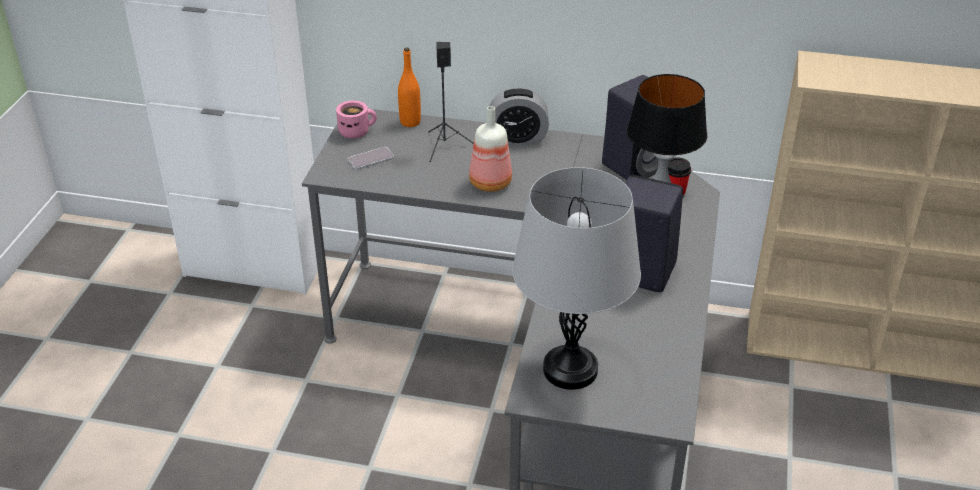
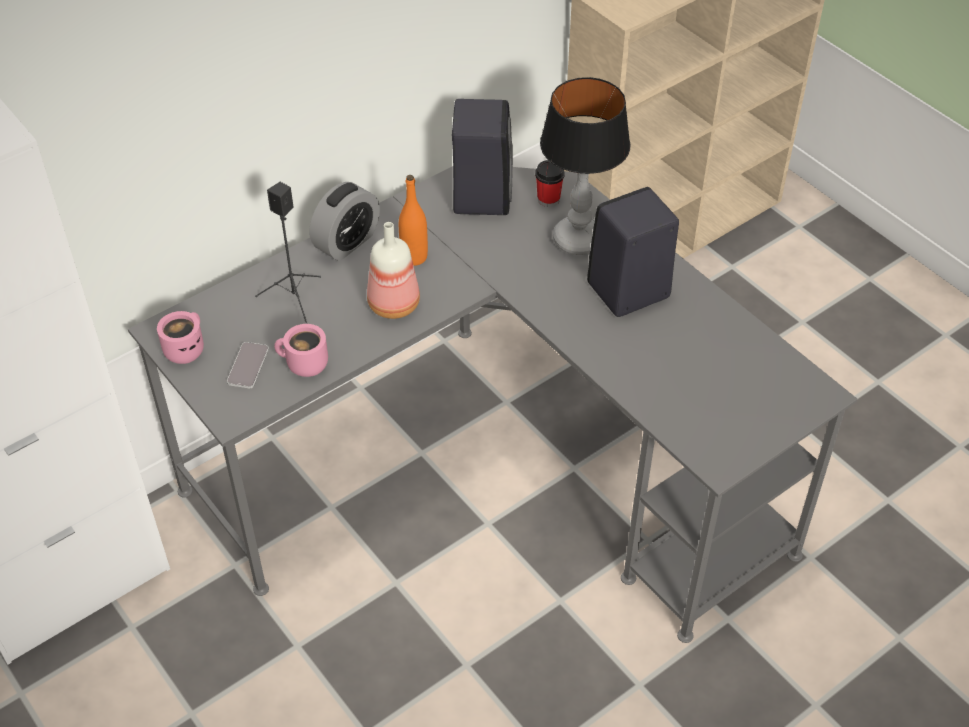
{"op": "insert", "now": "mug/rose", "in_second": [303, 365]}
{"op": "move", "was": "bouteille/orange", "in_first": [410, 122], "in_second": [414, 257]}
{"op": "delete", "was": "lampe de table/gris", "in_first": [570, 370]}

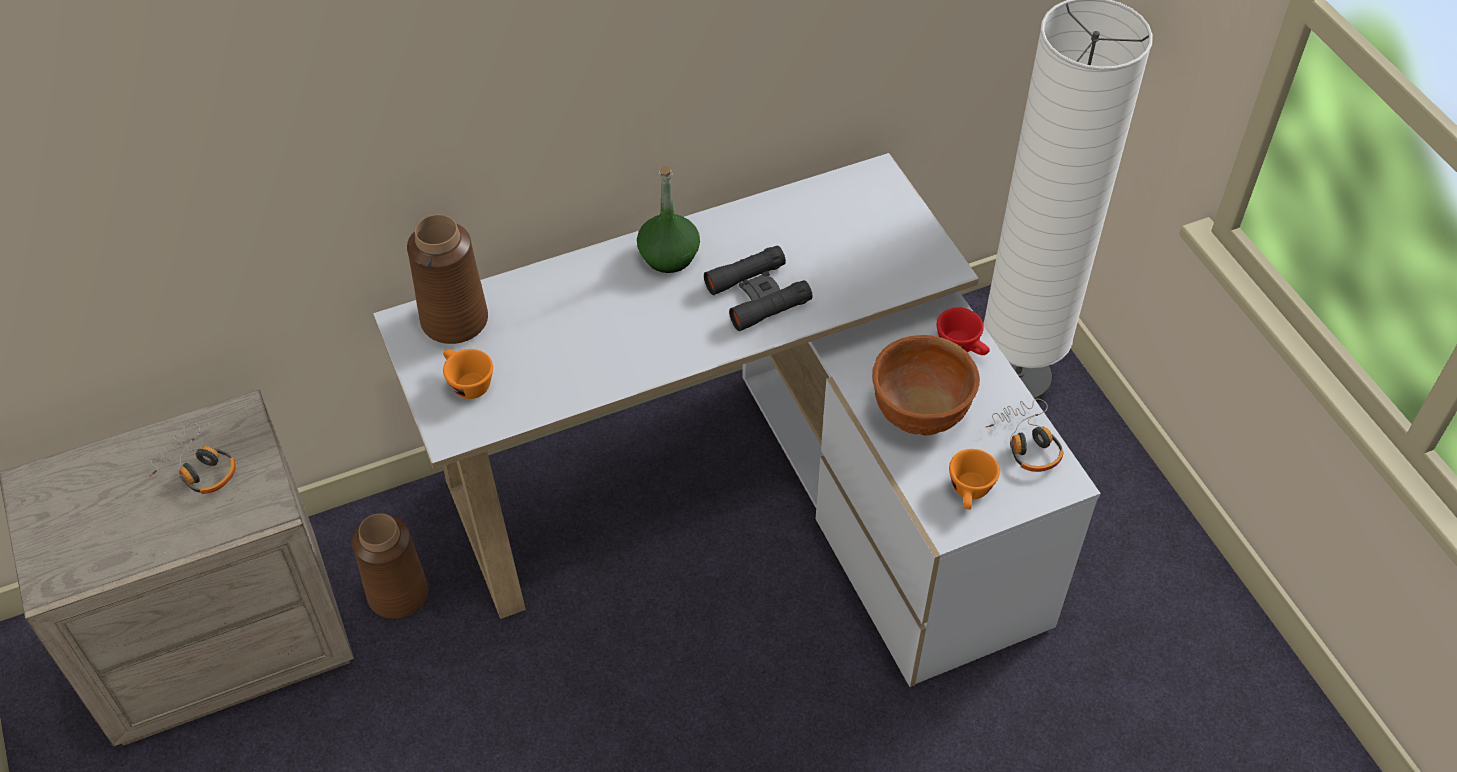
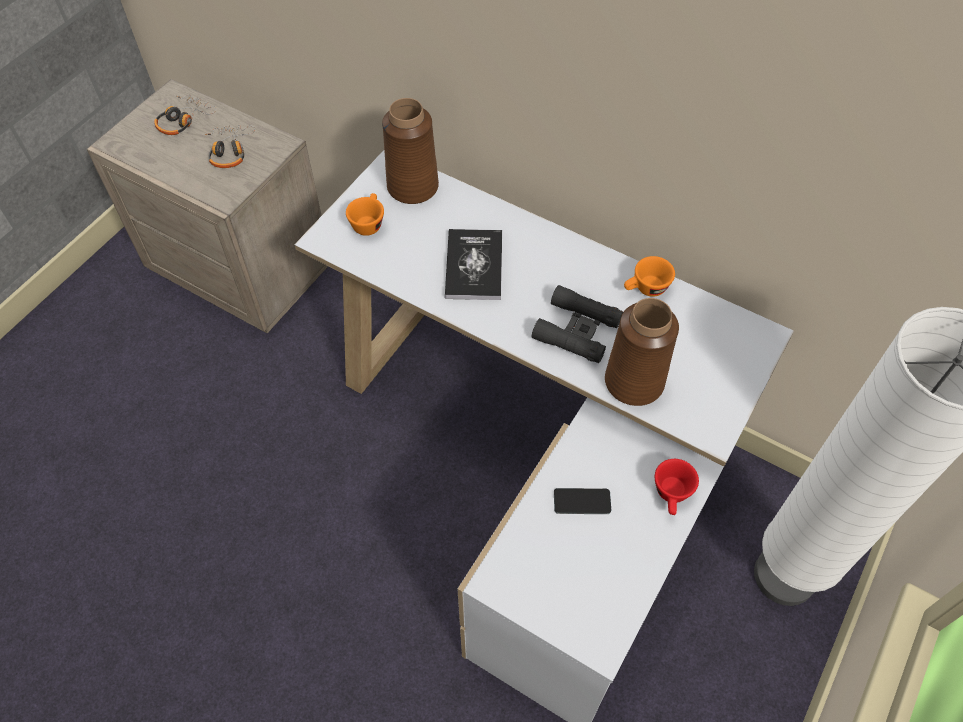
{"op": "move", "was": "casque audio", "in_first": [1027, 442], "in_second": [183, 120]}
{"op": "insert", "now": "livre", "in_second": [474, 265]}
{"op": "replace", "was": "bol/marron", "now": "téléphone", "in_first": [918, 413], "in_second": [582, 501]}
{"op": "move", "was": "vase/marron", "in_first": [398, 594], "in_second": [633, 382]}
{"op": "move", "was": "tasse/orange", "in_first": [970, 493], "in_second": [646, 289]}
{"op": "delete", "was": "bouteille/vert", "in_first": [669, 256]}

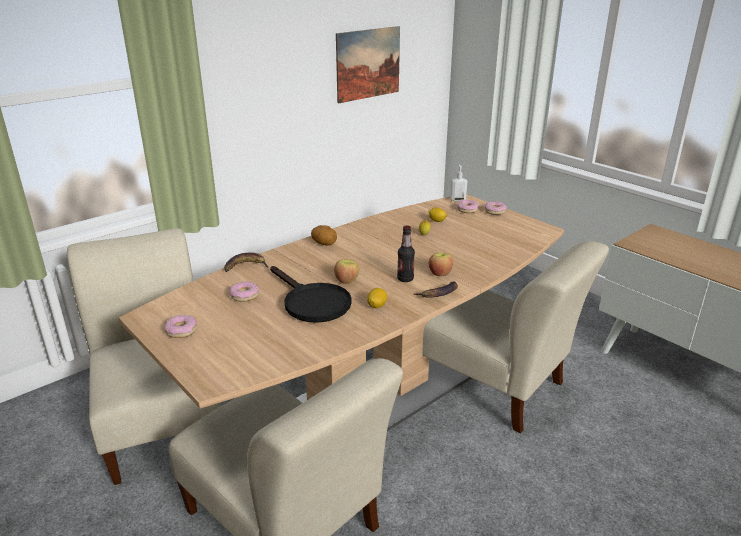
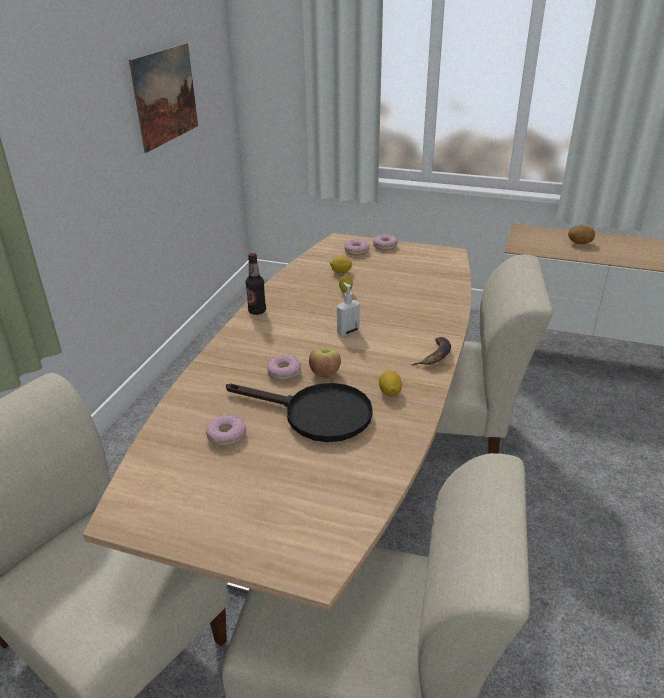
{"op": "move", "was": "bouteille", "in_first": [405, 279], "in_second": [257, 311]}
{"op": "move", "was": "beignet", "in_first": [181, 331], "in_second": [284, 372]}
{"op": "move", "was": "distributeur de savon", "in_first": [458, 200], "in_second": [347, 331]}
{"op": "move", "was": "pomme de terre", "in_first": [324, 244], "in_second": [579, 243]}
{"op": "delete", "was": "banane", "in_first": [245, 266]}
{"op": "delete", "was": "pomme", "in_first": [440, 273]}

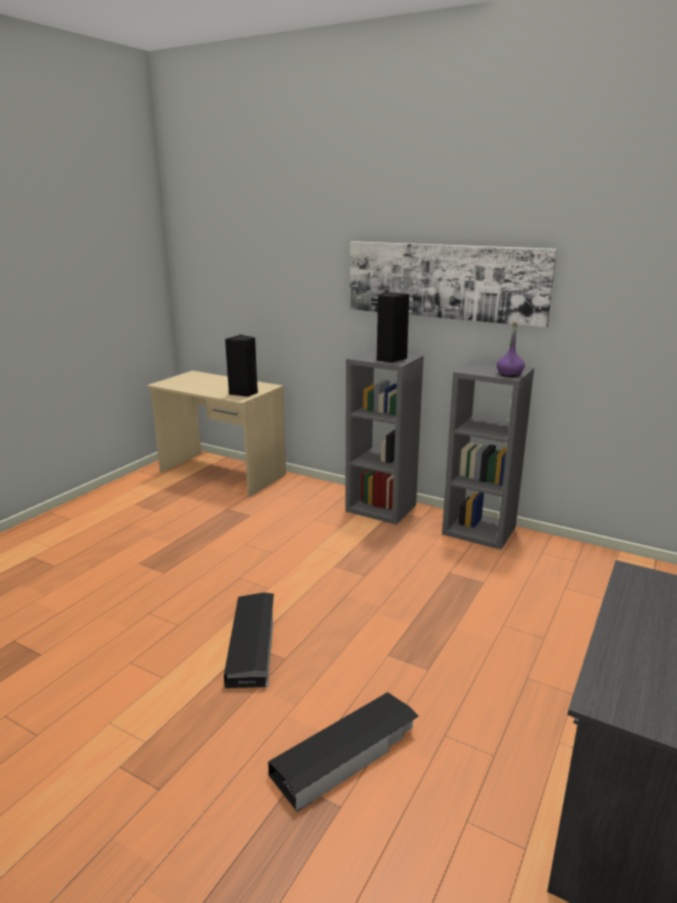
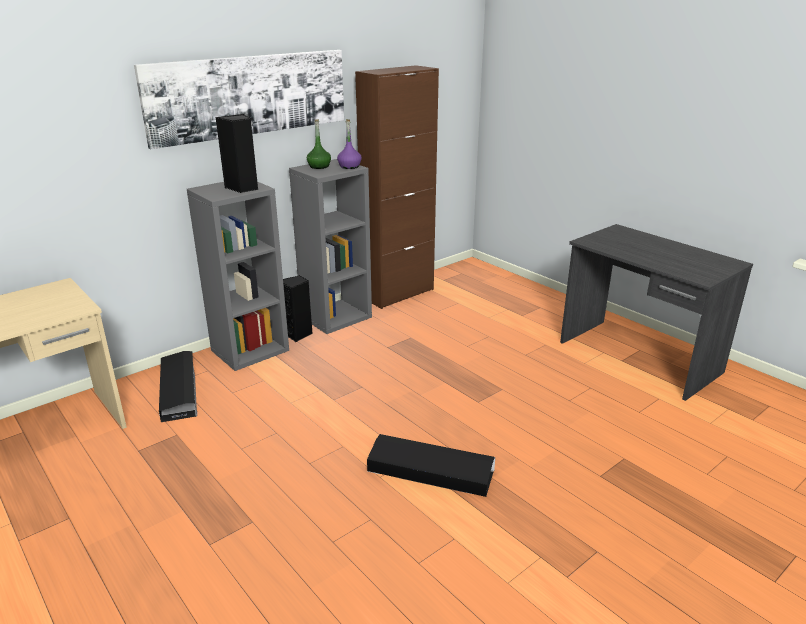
{"op": "move", "was": "boîte de rangement/noir", "in_first": [346, 754], "in_second": [179, 390]}
{"op": "move", "was": "enceinte/noir", "in_first": [244, 393], "in_second": [298, 334]}
{"op": "insert", "now": "bouteille/vert", "in_second": [319, 166]}
{"op": "insert", "now": "meuble de rangement/marron", "in_second": [398, 294]}

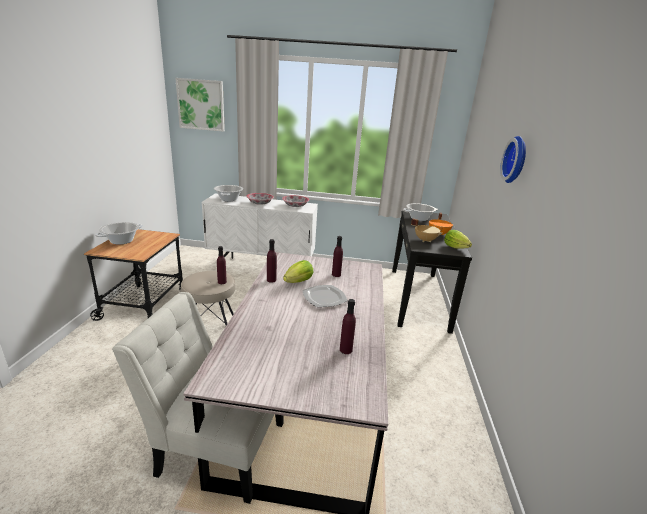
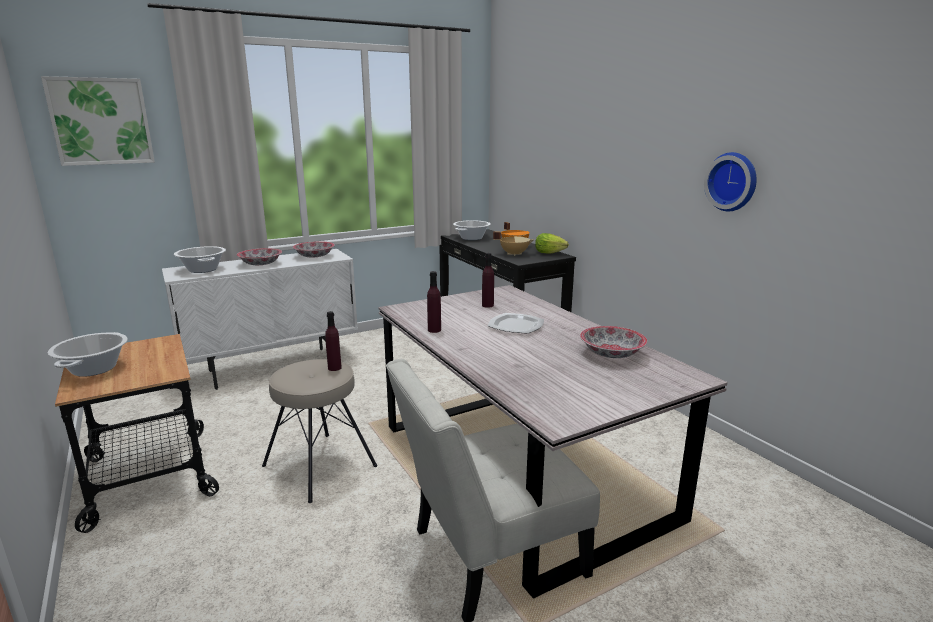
{"op": "replace", "was": "bouteille/violet", "now": "bol", "in_first": [345, 350], "in_second": [612, 353]}
{"op": "move", "was": "horloge murale", "in_first": [517, 160], "in_second": [733, 181]}
{"op": "delete", "was": "laitue", "in_first": [298, 282]}

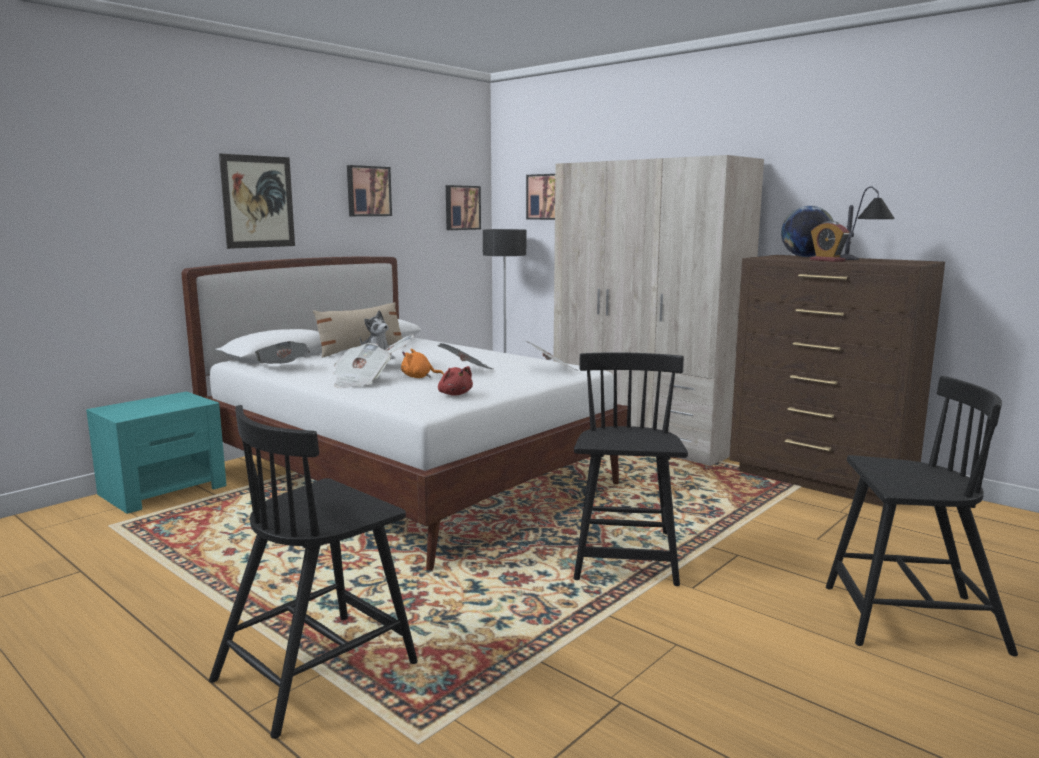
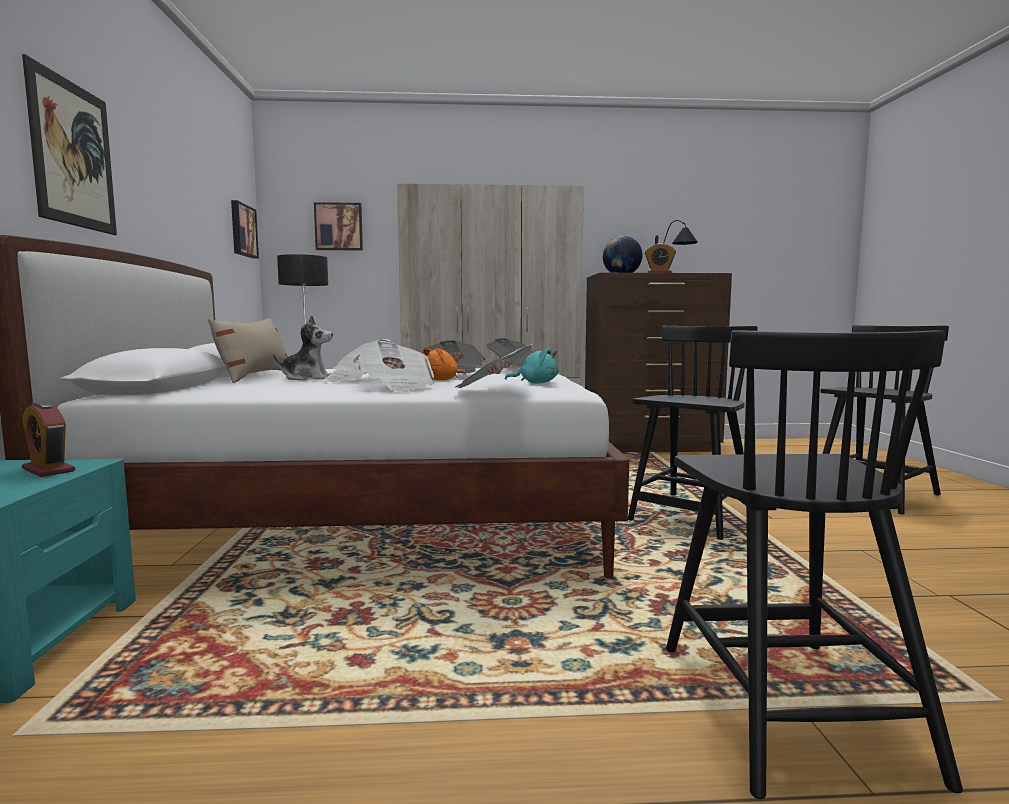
{"op": "insert", "now": "réveil", "in_second": [48, 470]}
{"op": "move", "was": "journal", "in_first": [283, 368], "in_second": [493, 390]}
{"op": "recolor", "was": "peluche/rouge", "now": "peluche/turquoise", "in_first": [455, 394], "in_second": [536, 383]}
{"op": "rotate", "was": "chaise/noir", "in_first": [625, 556], "in_second": [692, 515], "clockwise": 75}
{"op": "delete", "was": "tableau", "in_first": [368, 191]}

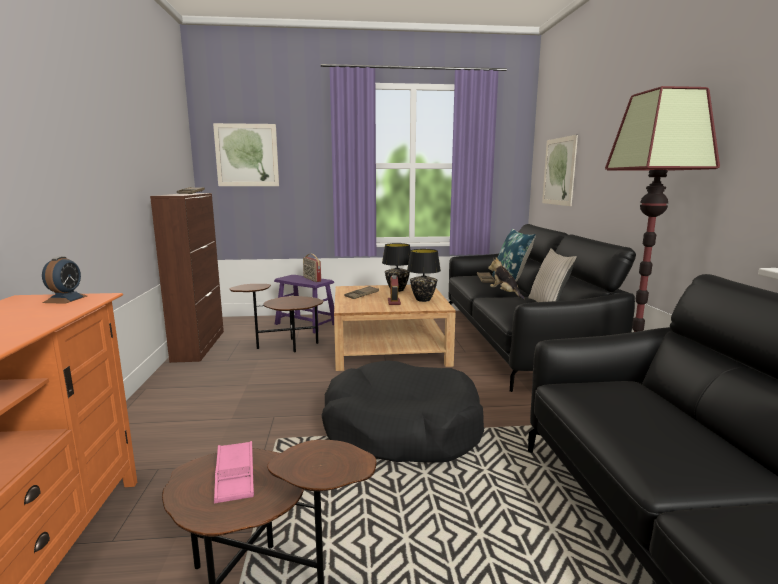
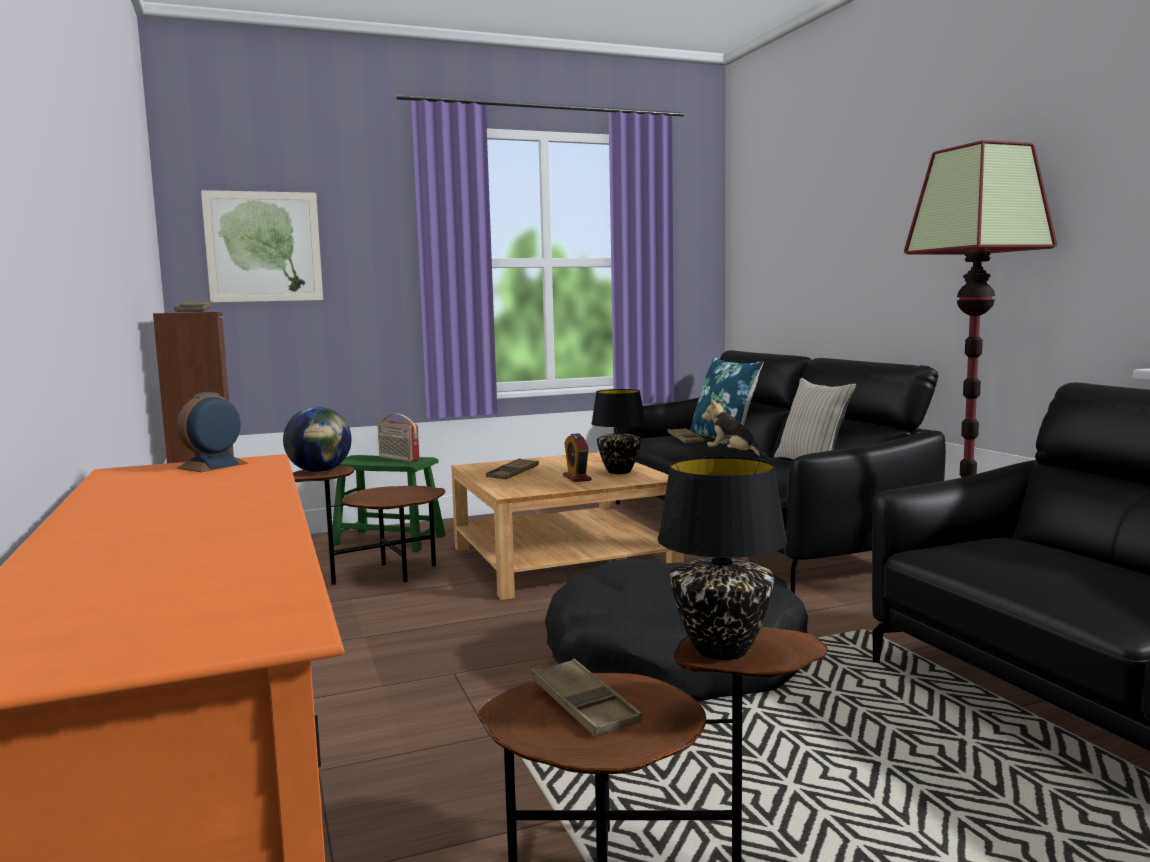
{"op": "rotate", "was": "réveil", "in_first": [65, 299], "in_second": [212, 466], "clockwise": -135}
{"op": "insert", "now": "globe", "in_second": [320, 471]}
{"op": "recolor", "was": "tabouret/violet", "now": "tabouret/vert", "in_first": [306, 324], "in_second": [388, 540]}
{"op": "recolor", "was": "plateau/rose", "now": "plateau/marron", "in_first": [235, 476], "in_second": [584, 705]}
{"op": "move", "was": "lampe de table/noir", "in_first": [397, 290], "in_second": [723, 650]}
{"op": "delete", "was": "tableau", "in_first": [559, 171]}

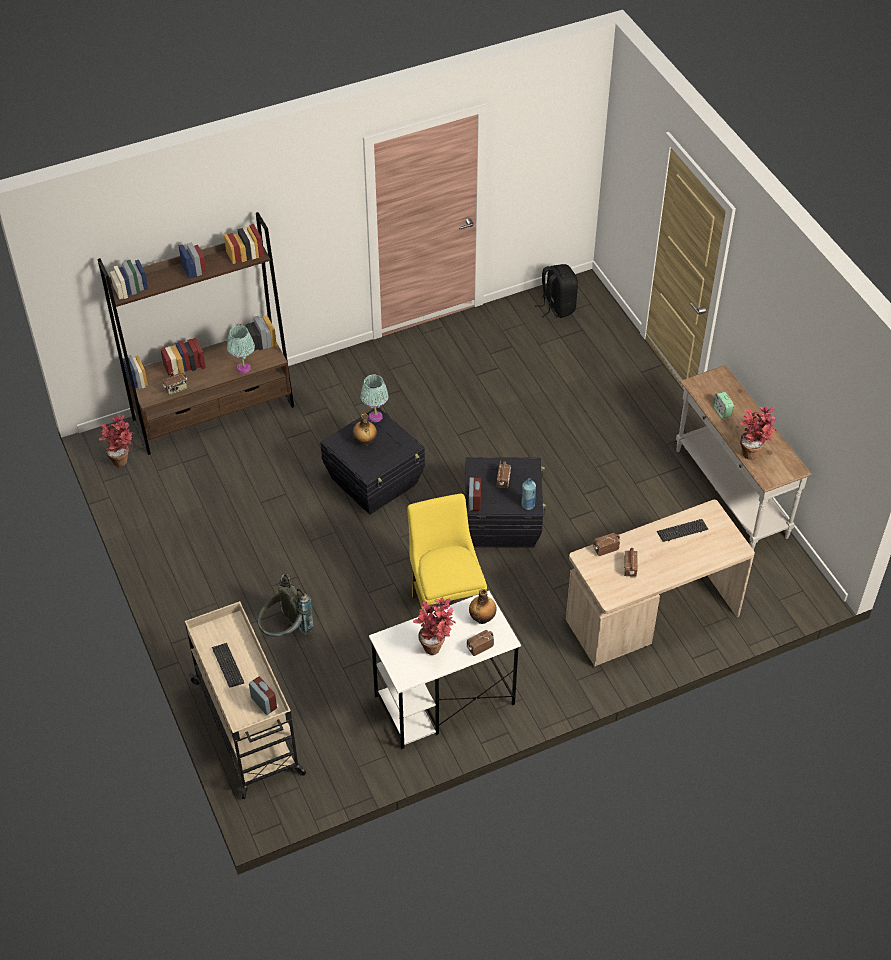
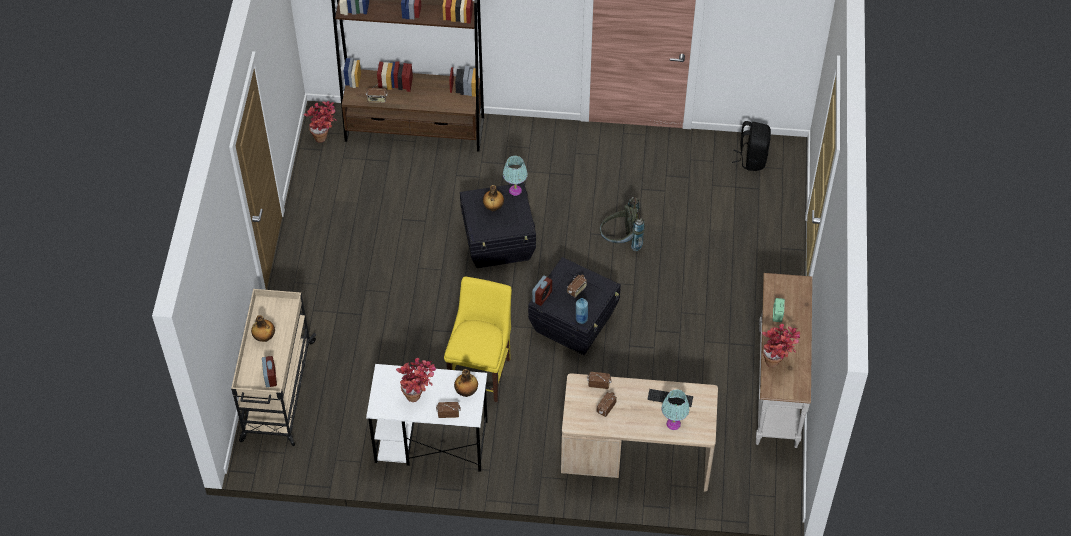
{"op": "replace", "was": "clavier", "now": "bouteille", "in_first": [228, 666], "in_second": [264, 337]}
{"op": "move", "was": "sac à dos/gris", "in_first": [285, 631], "in_second": [621, 241]}
{"op": "move", "was": "lampe de table/turquoise", "in_first": [243, 368], "in_second": [673, 424]}

